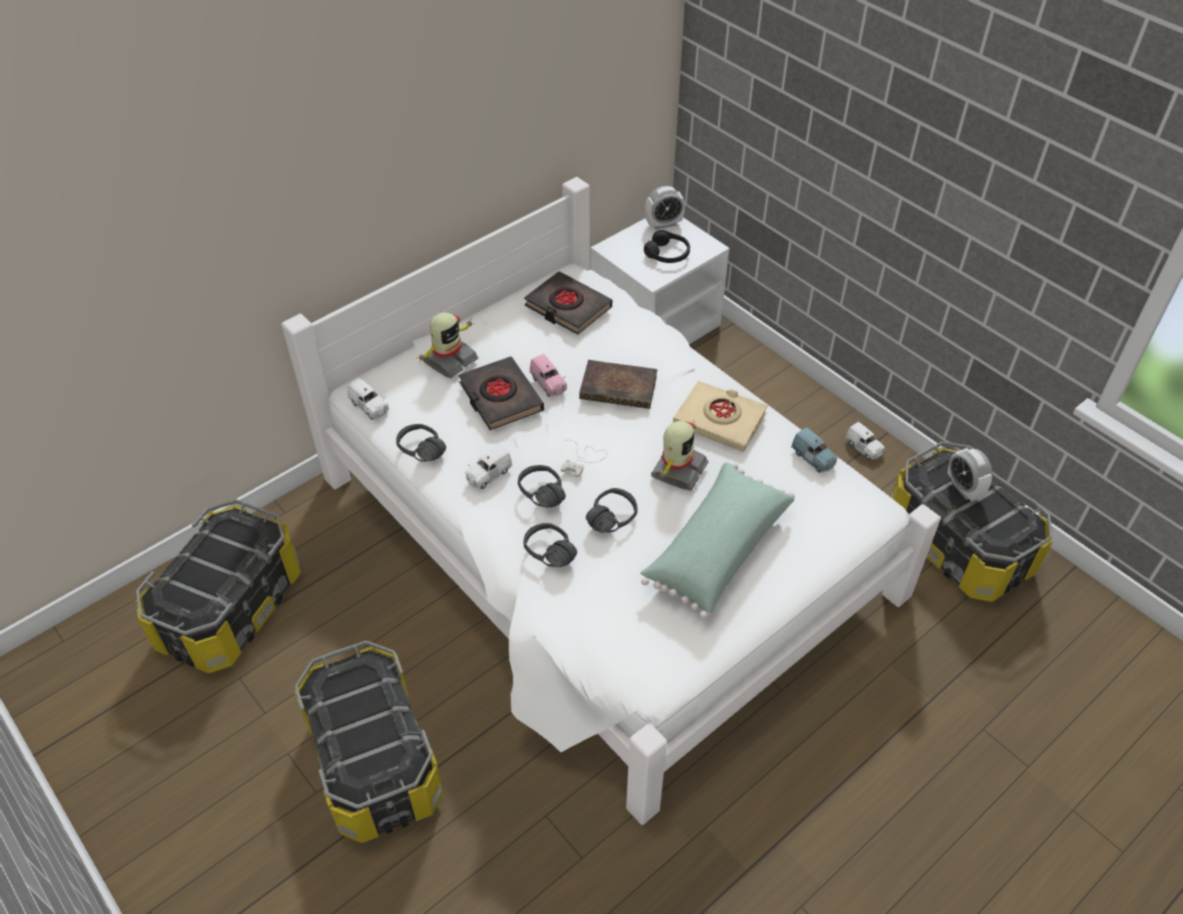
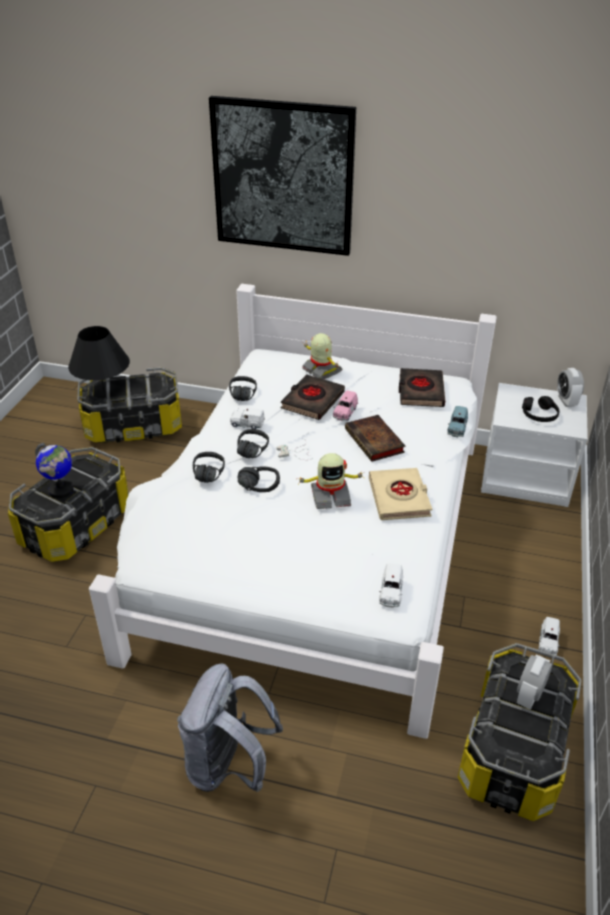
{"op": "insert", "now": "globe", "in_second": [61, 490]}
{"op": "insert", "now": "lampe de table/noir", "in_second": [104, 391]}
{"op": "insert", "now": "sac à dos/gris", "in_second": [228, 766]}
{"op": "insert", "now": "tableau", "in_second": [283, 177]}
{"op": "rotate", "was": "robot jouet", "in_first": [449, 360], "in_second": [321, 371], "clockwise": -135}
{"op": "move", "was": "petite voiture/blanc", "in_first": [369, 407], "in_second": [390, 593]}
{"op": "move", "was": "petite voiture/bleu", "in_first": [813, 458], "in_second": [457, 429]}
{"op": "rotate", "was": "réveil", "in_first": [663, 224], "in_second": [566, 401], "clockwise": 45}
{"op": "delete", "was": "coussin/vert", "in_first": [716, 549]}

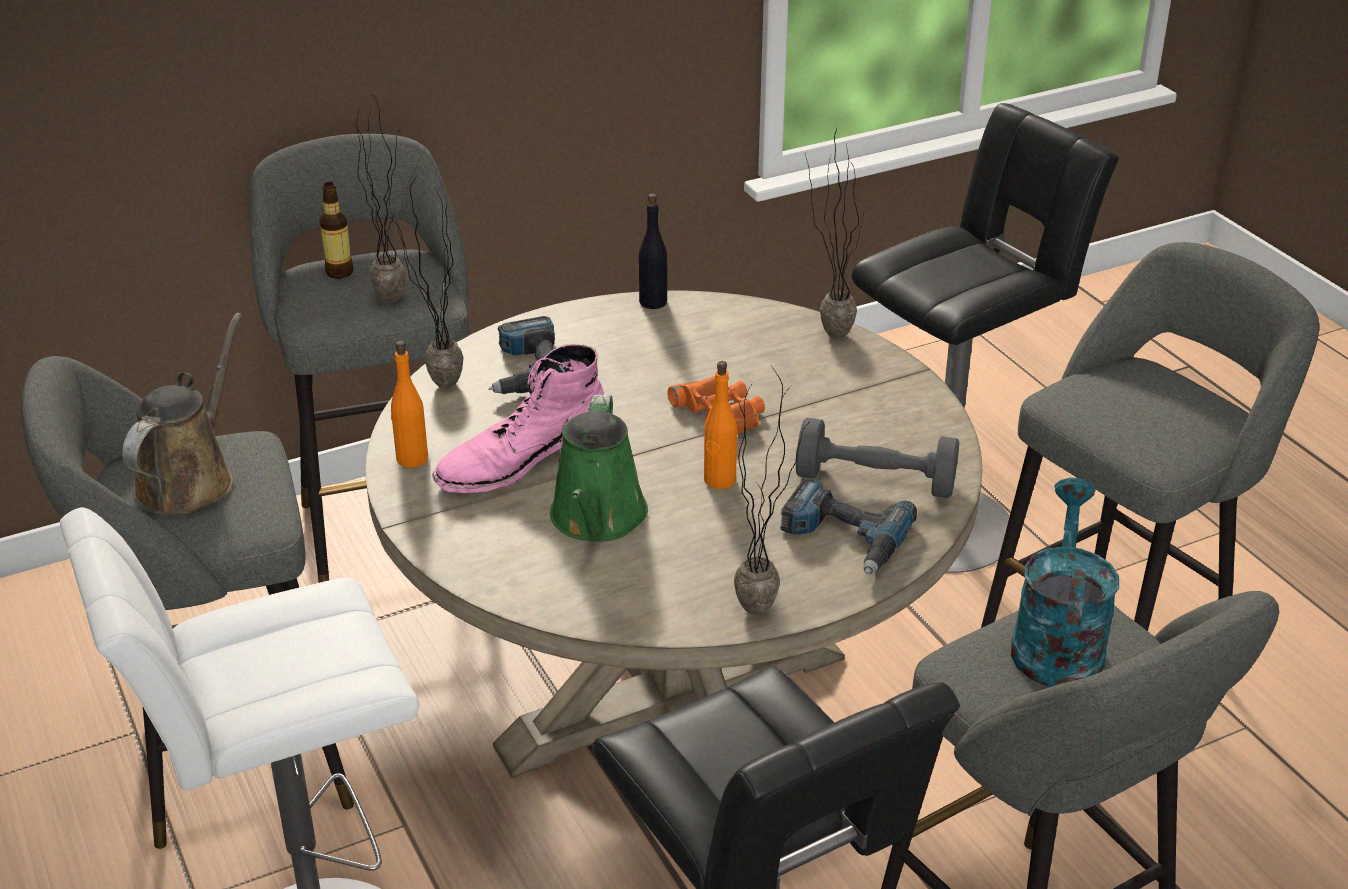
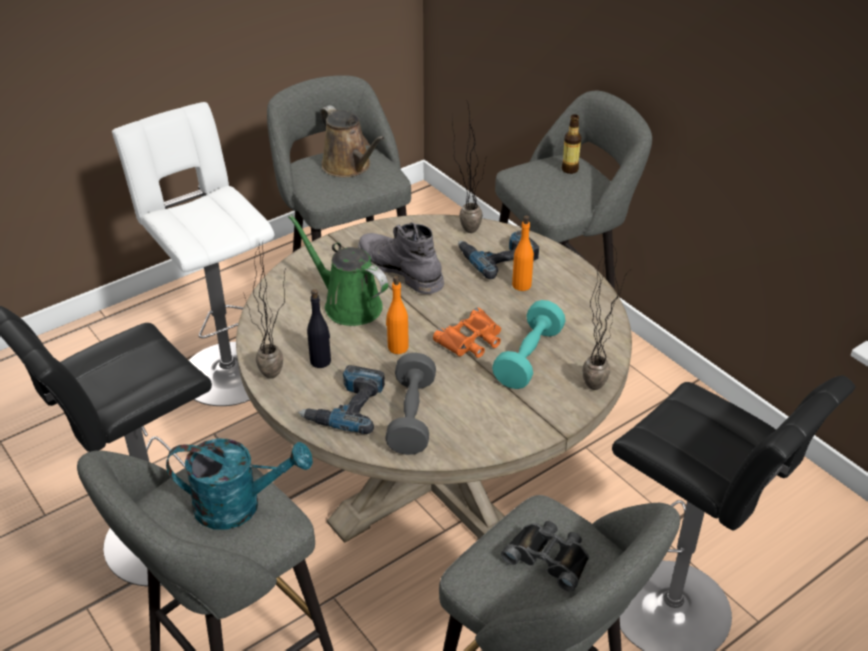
{"op": "rotate", "was": "arrosoir/vert", "in_first": [597, 519], "in_second": [348, 304], "clockwise": 45}
{"op": "move", "was": "bouteille/noir", "in_first": [653, 302], "in_second": [321, 361]}
{"op": "rotate", "was": "arrosoir/marron", "in_first": [190, 479], "in_second": [349, 166], "clockwise": 45}
{"op": "recolor", "was": "botte/rose", "now": "botte/gris", "in_first": [520, 460], "in_second": [400, 269]}
{"op": "insert", "now": "haltère/turquoise", "in_second": [528, 358]}
{"op": "insert", "now": "jumelles/noir", "in_second": [549, 557]}
{"op": "move", "was": "bouteille/orange", "in_first": [411, 458], "in_second": [521, 285]}
{"op": "delete", "was": "plante en pot", "in_first": [395, 294]}

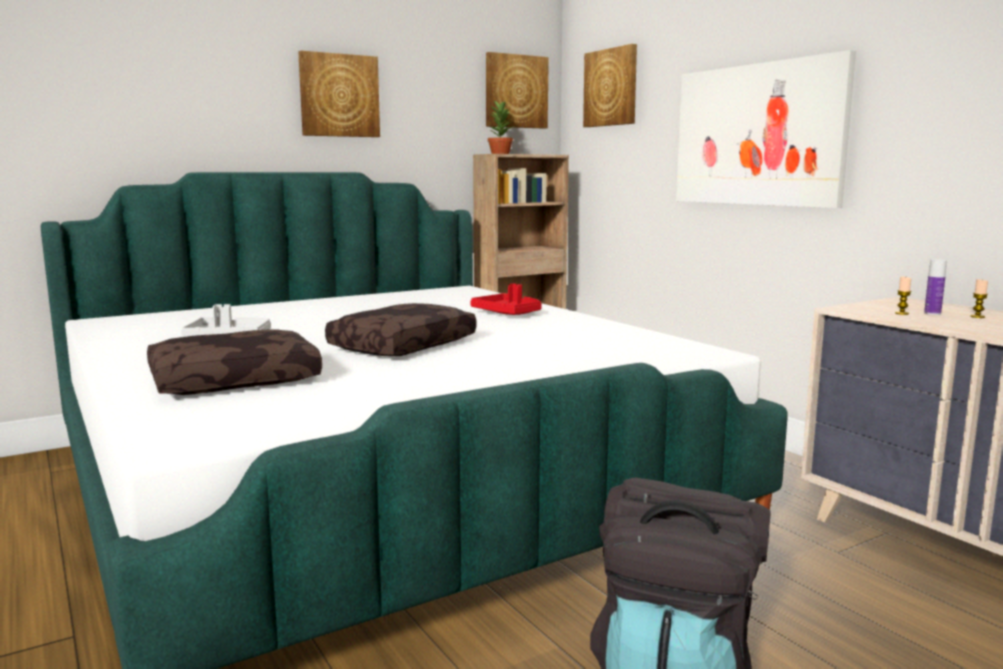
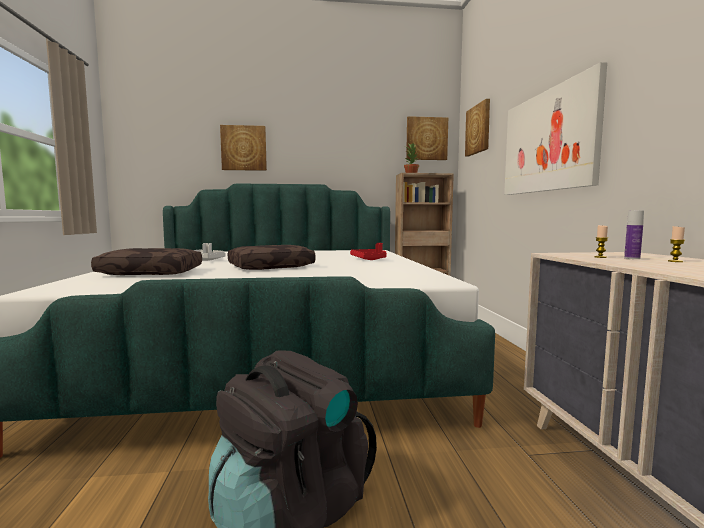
{"op": "move", "was": "tableau", "in_first": [339, 95], "in_second": [244, 148]}

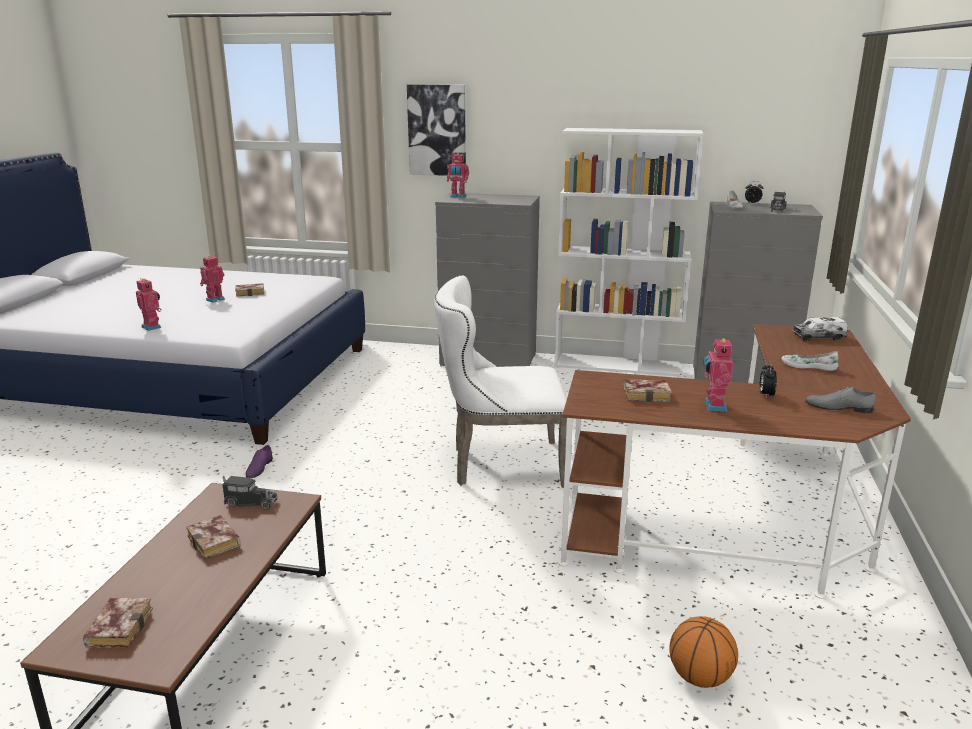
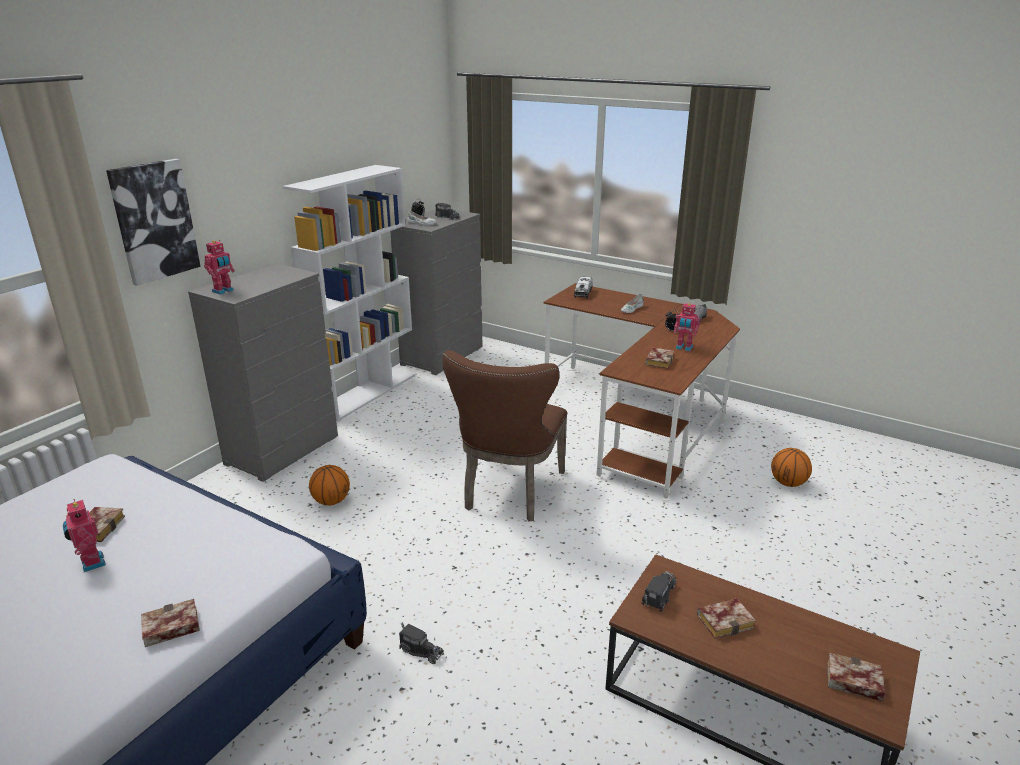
{"op": "replace", "was": "robot jouet", "now": "livre", "in_first": [152, 327], "in_second": [169, 629]}
{"op": "insert", "now": "ballon de basket", "in_second": [331, 501]}
{"op": "replace", "was": "chaussure/violet", "now": "camion jouet", "in_first": [259, 468], "in_second": [420, 650]}
{"op": "recolor", "was": "chaise/blanc", "now": "chaise/marron", "in_first": [500, 465], "in_second": [510, 493]}

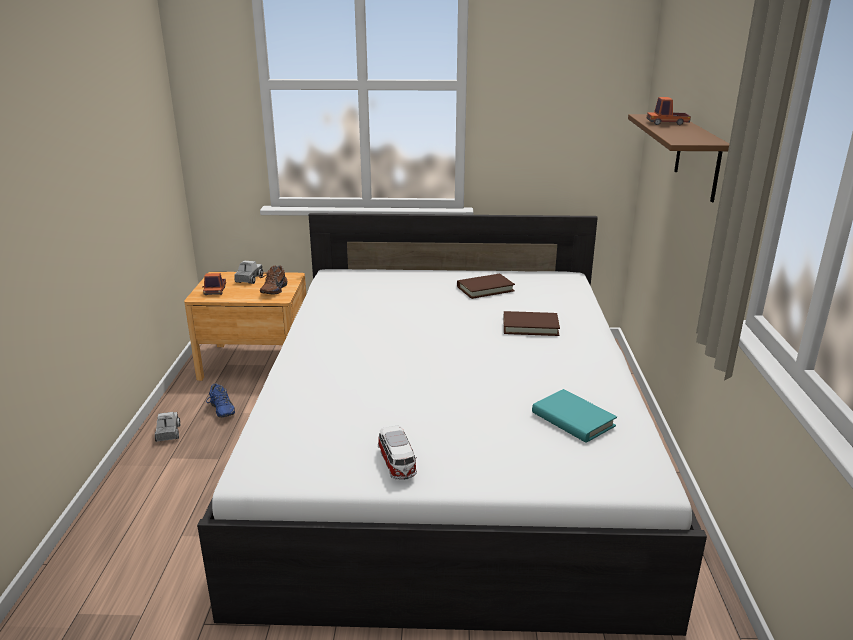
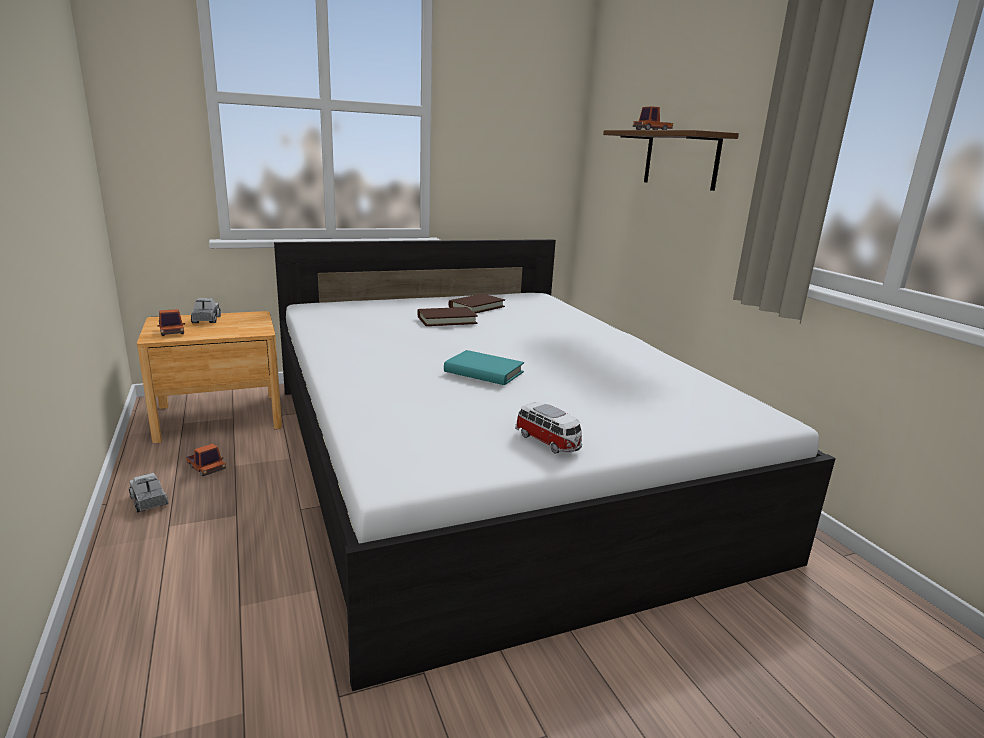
{"op": "replace", "was": "chaussure/bleu", "now": "camion jouet", "in_first": [220, 411], "in_second": [206, 468]}
{"op": "move", "was": "livre/marron", "in_first": [530, 326], "in_second": [447, 320]}
{"op": "move", "was": "livre/turquoise", "in_first": [573, 419], "in_second": [483, 372]}
{"op": "delete", "was": "chaussure/marron", "in_first": [272, 290]}

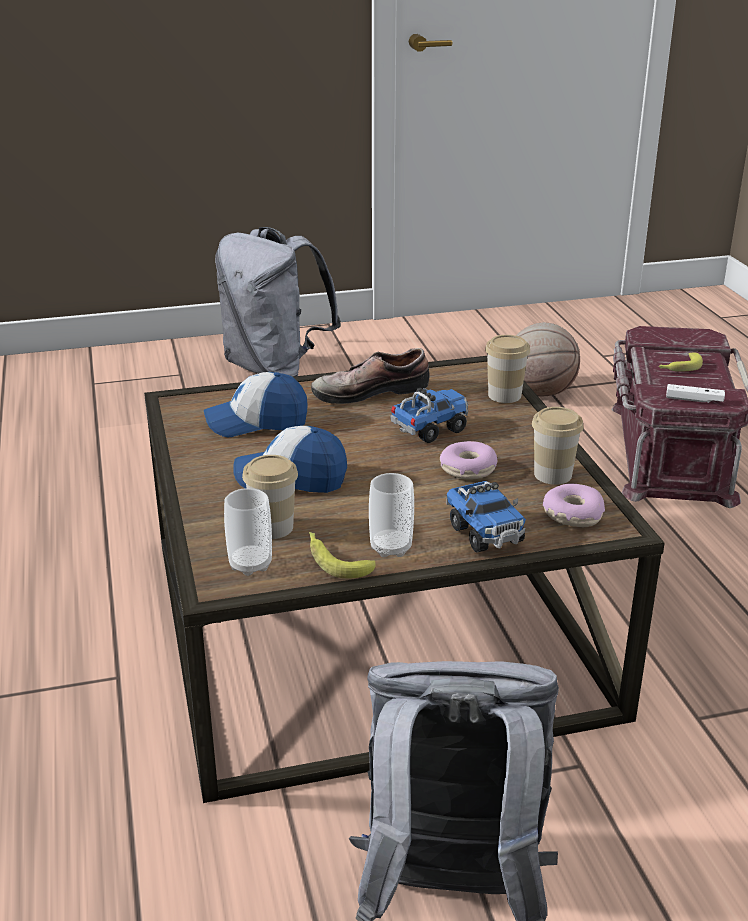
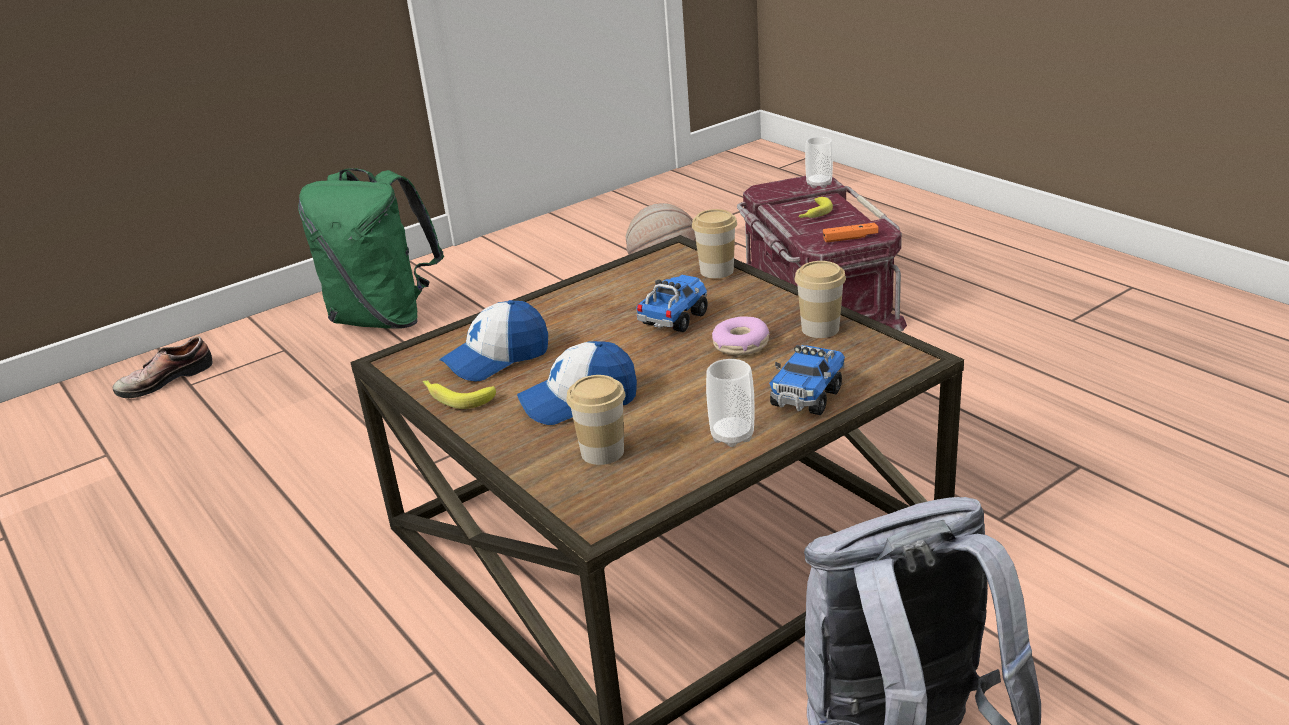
{"op": "move", "was": "chaussure", "in_first": [368, 390], "in_second": [164, 379]}
{"op": "recolor", "was": "sac à dos/gris", "now": "sac à dos/vert", "in_first": [275, 369], "in_second": [385, 318]}
{"op": "move", "was": "banane", "in_first": [335, 560], "in_second": [456, 397]}
{"op": "rotate", "was": "camion jouet", "in_first": [485, 533], "in_second": [807, 397], "clockwise": 75}
{"op": "move", "was": "tasse", "in_first": [250, 564], "in_second": [819, 184]}
{"op": "recolor", "was": "manette/blanc", "now": "manette/orange", "in_first": [694, 400], "in_second": [850, 238]}
{"op": "delete", "was": "beignet", "in_first": [572, 514]}

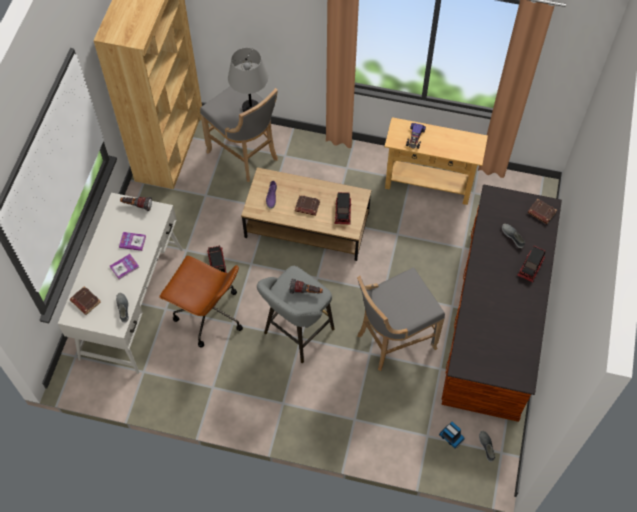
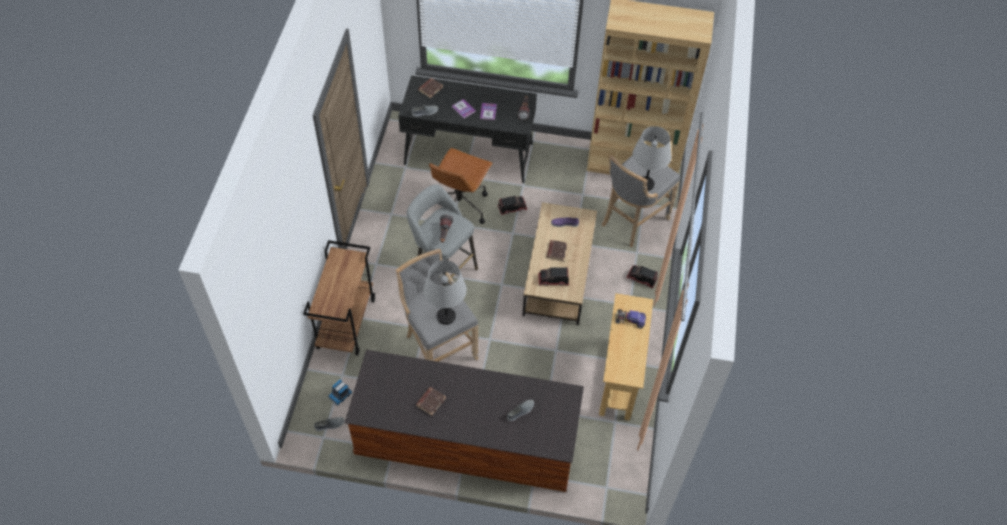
{"op": "insert", "now": "chariot/marron", "in_second": [346, 323]}
{"op": "recolor", "was": "bureau/blanc", "now": "bureau/noir", "in_first": [132, 302], "in_second": [469, 154]}
{"op": "move", "was": "livre/marron", "in_first": [541, 213], "in_second": [430, 401]}
{"op": "insert", "now": "lampe de table/gris", "in_second": [446, 316]}
{"op": "move", "was": "camion jouet", "in_first": [531, 267], "in_second": [641, 279]}

